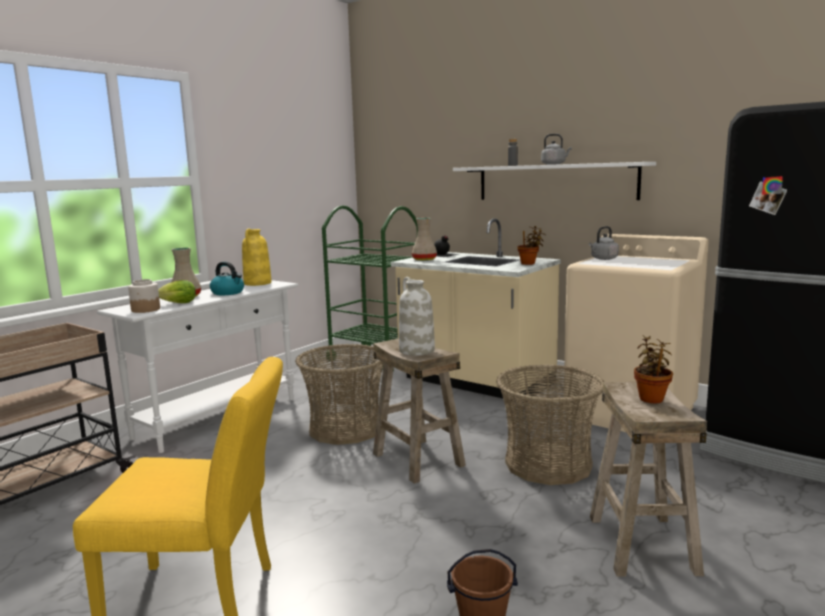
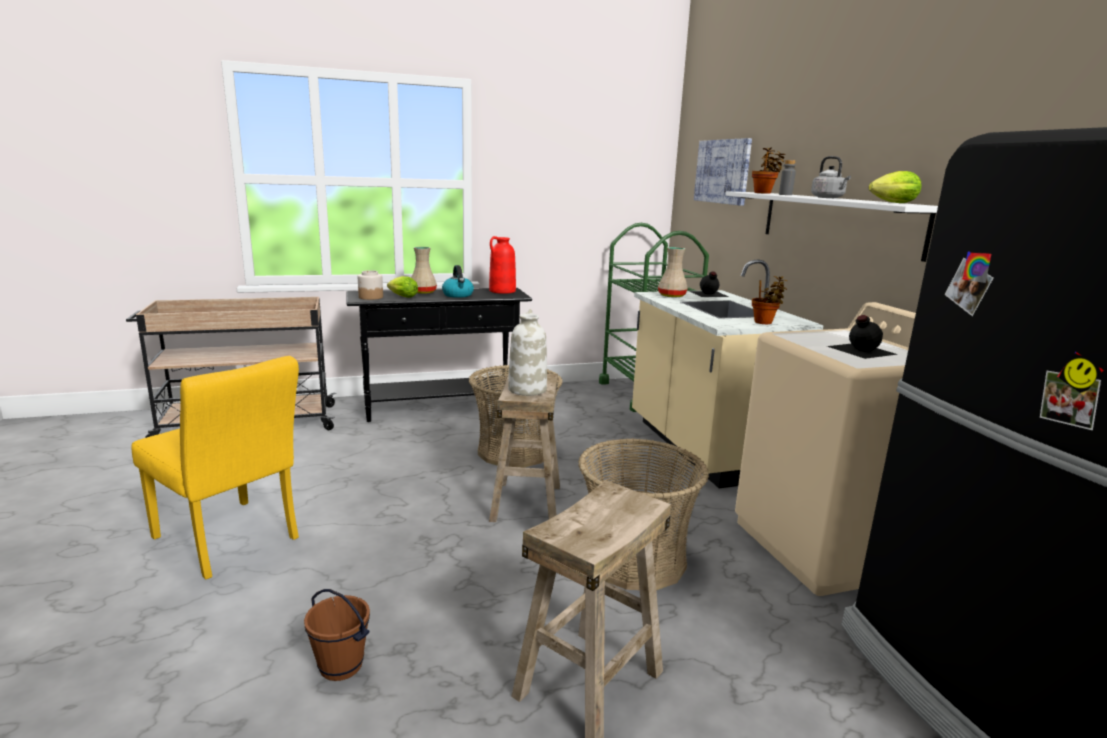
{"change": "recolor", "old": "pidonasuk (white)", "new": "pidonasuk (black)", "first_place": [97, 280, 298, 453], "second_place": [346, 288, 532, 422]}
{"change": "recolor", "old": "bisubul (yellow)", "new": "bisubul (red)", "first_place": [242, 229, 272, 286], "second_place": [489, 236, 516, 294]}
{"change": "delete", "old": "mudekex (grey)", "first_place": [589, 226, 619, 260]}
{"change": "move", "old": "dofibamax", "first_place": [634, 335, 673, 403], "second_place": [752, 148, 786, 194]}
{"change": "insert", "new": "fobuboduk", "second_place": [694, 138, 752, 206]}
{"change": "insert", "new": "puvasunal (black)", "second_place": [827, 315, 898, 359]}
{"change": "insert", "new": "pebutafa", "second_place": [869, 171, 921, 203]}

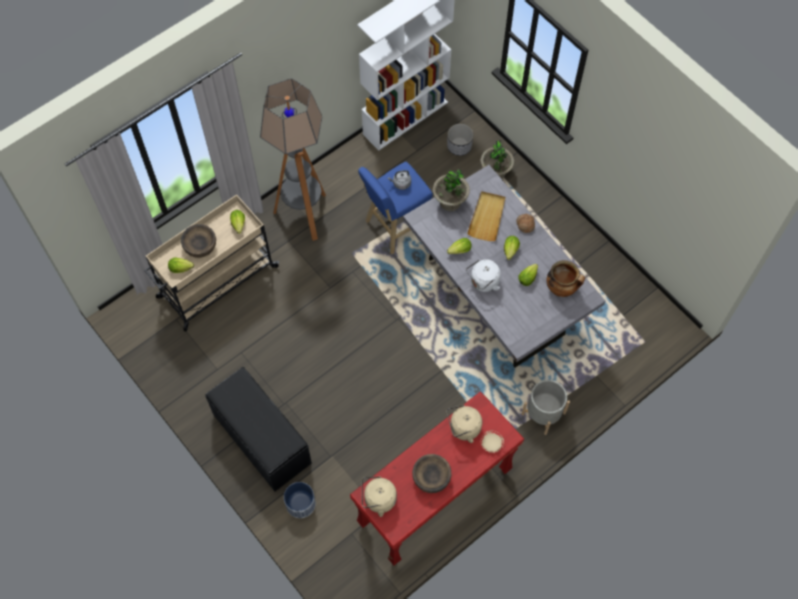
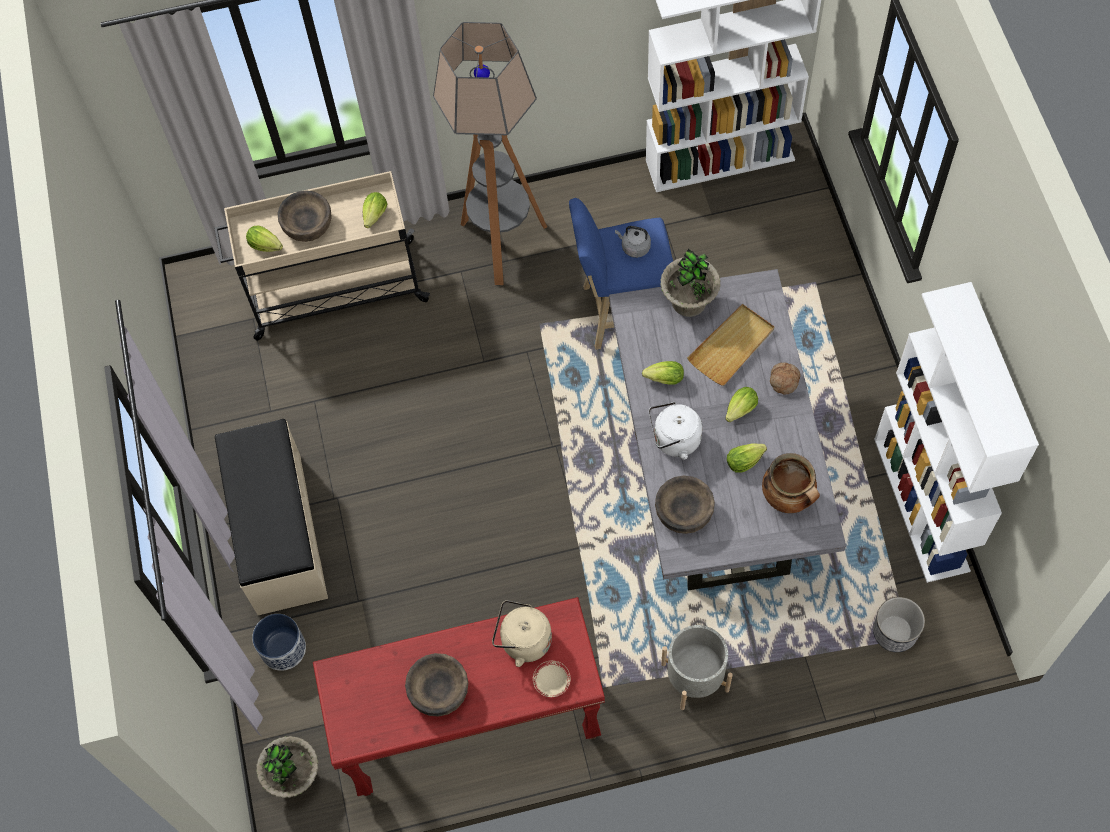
{"change": "recolor", "old": "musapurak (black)", "new": "musapurak (beige)", "first_place": [205, 367, 312, 491], "second_place": [215, 419, 328, 615]}
{"change": "delete", "old": "mudekex (beige)", "first_place": [362, 477, 397, 517]}
{"change": "move", "old": "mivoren", "first_place": [447, 123, 474, 156], "second_place": [873, 597, 925, 652]}
{"change": "move", "old": "dofibamax", "first_place": [481, 141, 514, 179], "second_place": [256, 736, 318, 798]}
{"change": "insert", "new": "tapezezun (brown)", "second_place": [655, 475, 715, 534]}
{"change": "insert", "new": "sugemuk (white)", "second_place": [874, 282, 1039, 583]}

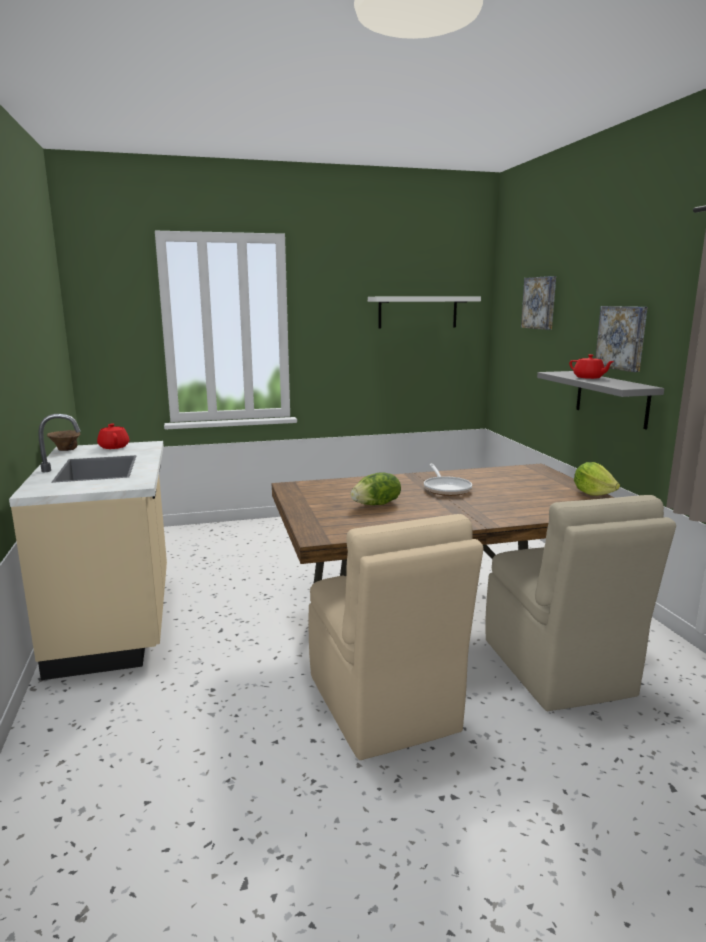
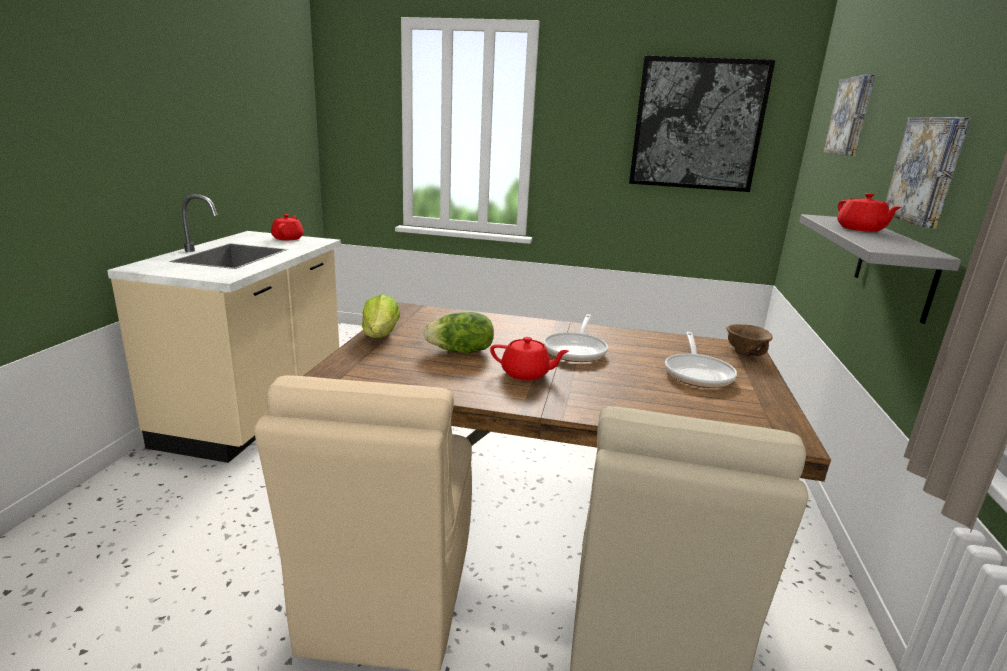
{"change": "move", "old": "tapezezun (brown)", "first_place": [47, 430, 81, 451], "second_place": [726, 324, 772, 356]}
{"change": "replace", "old": "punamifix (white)", "new": "fobuboduk", "first_place": [368, 297, 481, 328], "second_place": [629, 56, 775, 192]}
{"change": "move", "old": "pebutafa", "first_place": [574, 462, 620, 496], "second_place": [362, 294, 400, 338]}
{"change": "insert", "new": "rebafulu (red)", "second_place": [490, 337, 569, 381]}
{"change": "insert", "new": "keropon", "second_place": [665, 332, 737, 388]}

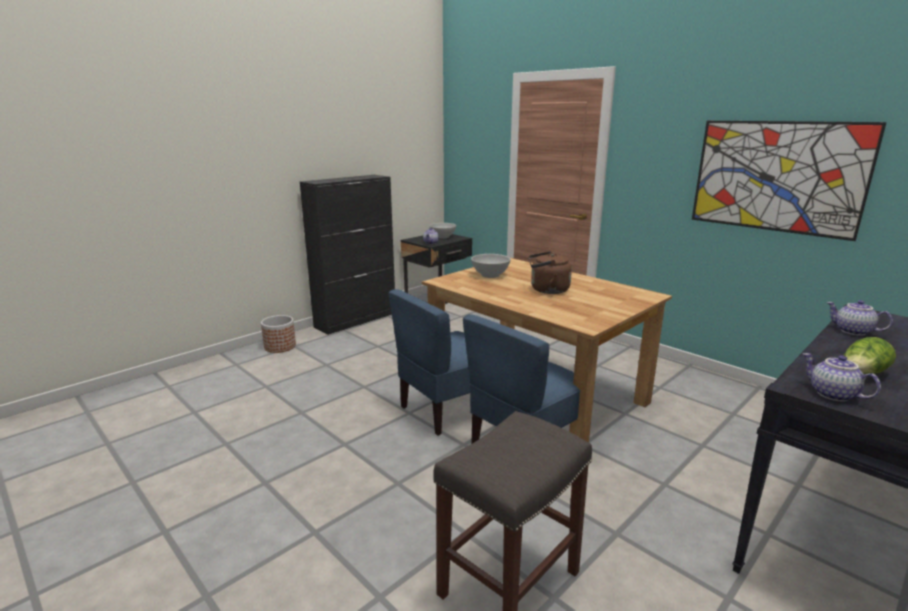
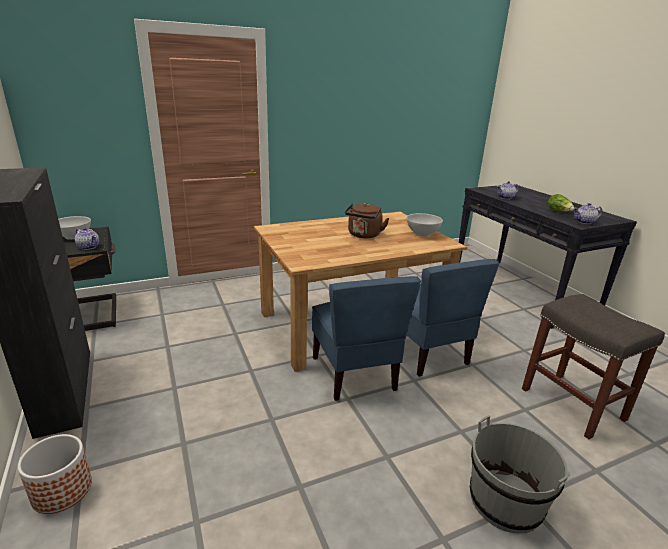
{"change": "move", "old": "tapezezun (white)", "first_place": [471, 254, 511, 278], "second_place": [406, 213, 443, 237]}
{"change": "delete", "old": "fobuboduk", "first_place": [692, 121, 887, 241]}
{"change": "insert", "new": "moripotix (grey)", "second_place": [470, 415, 571, 534]}

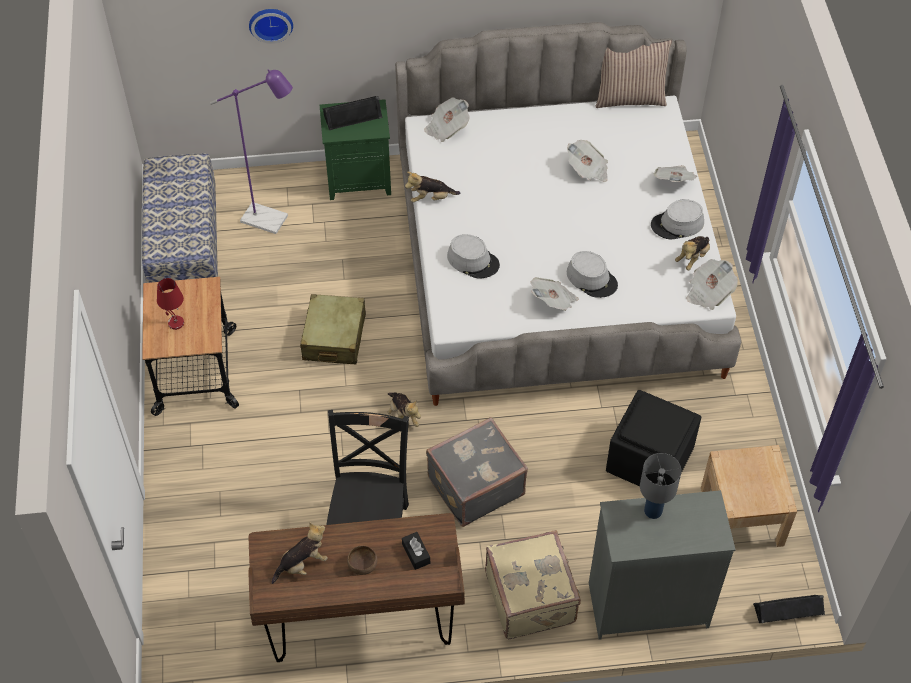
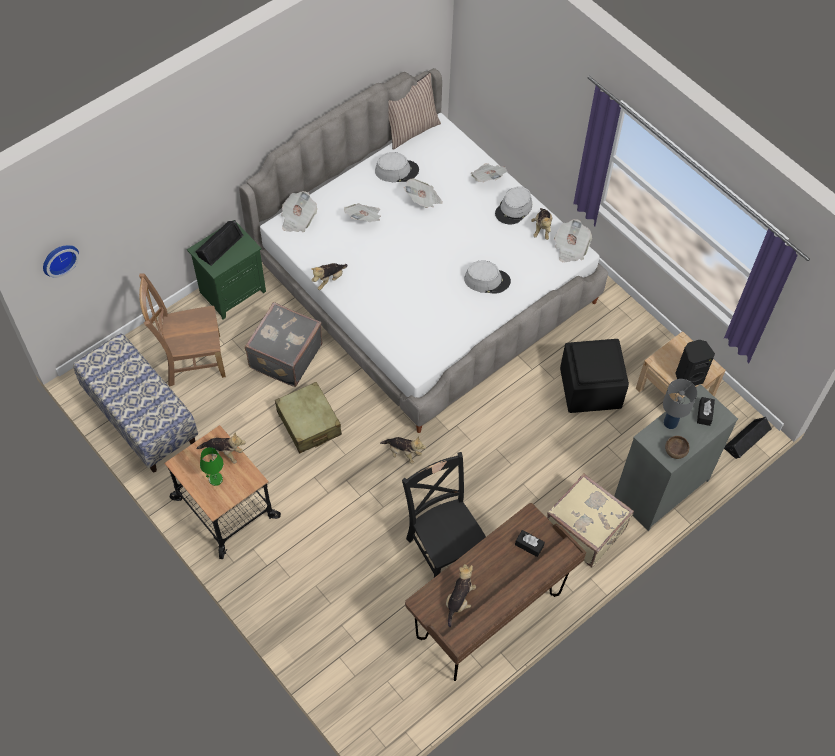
{"change": "recolor", "old": "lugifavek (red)", "new": "lugifavek (green)", "first_place": [157, 278, 184, 330], "second_place": [200, 447, 223, 486]}
{"change": "replace", "old": "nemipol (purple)", "new": "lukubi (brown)", "first_place": [210, 69, 293, 234], "second_place": [139, 273, 226, 387]}
{"change": "move", "old": "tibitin", "first_place": [249, 9, 293, 44], "second_place": [43, 245, 79, 278]}
{"change": "move", "old": "tapezezun (brown)", "first_place": [347, 546, 377, 575], "second_place": [665, 436, 689, 459]}
{"change": "move", "old": "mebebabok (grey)", "first_place": [426, 417, 528, 527], "second_place": [245, 302, 322, 387]}
{"change": "move", "old": "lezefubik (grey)", "first_place": [447, 234, 500, 279], "second_place": [375, 152, 419, 182]}
{"change": "move", "old": "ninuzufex", "first_place": [530, 277, 579, 311], "second_place": [344, 203, 381, 222]}
{"change": "insert", "new": "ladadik", "second_place": [196, 432, 246, 463]}
{"change": "insert", "new": "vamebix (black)", "second_place": [675, 340, 715, 386]}
{"change": "insert", "new": "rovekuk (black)", "second_place": [697, 397, 715, 426]}

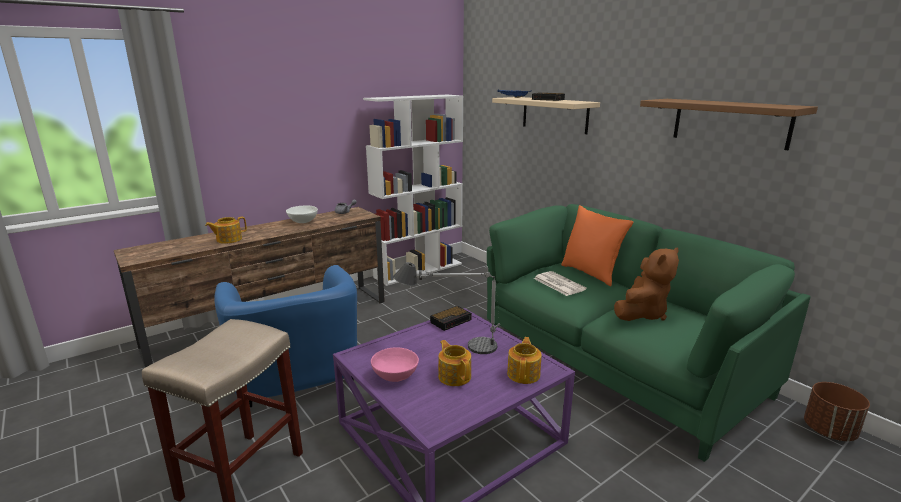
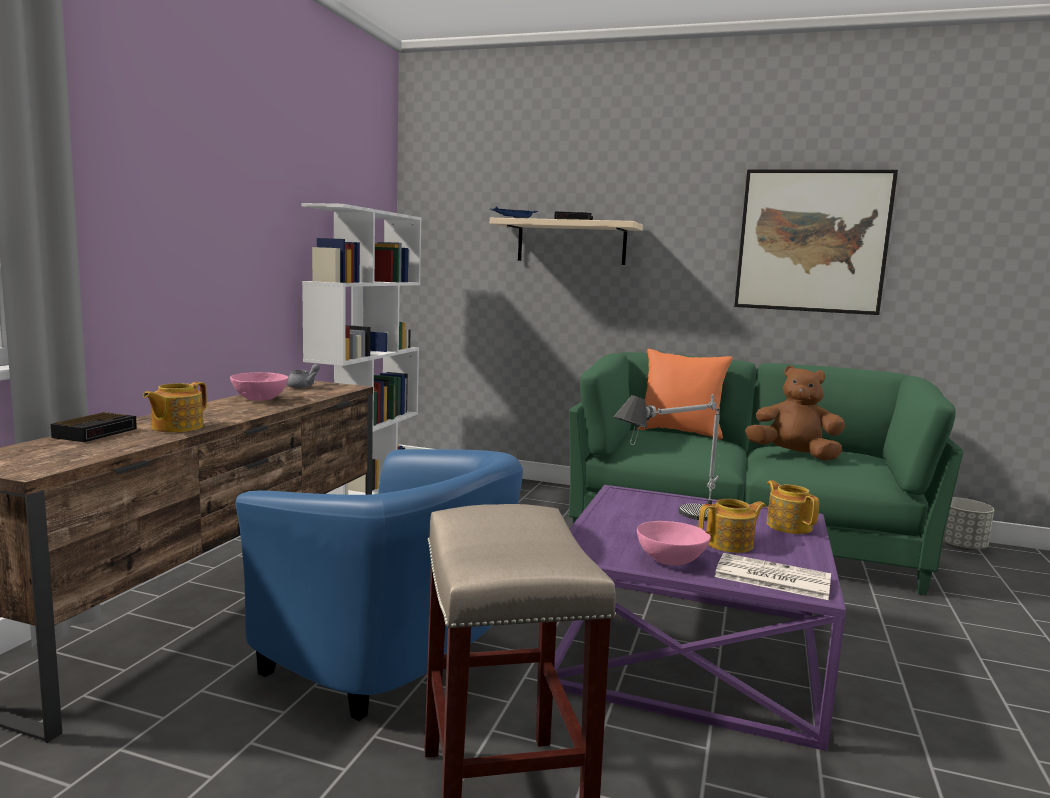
{"change": "recolor", "old": "tapezezun (white)", "new": "tapezezun (pink)", "first_place": [286, 205, 318, 223], "second_place": [230, 372, 288, 401]}
{"change": "move", "old": "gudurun", "first_place": [430, 306, 472, 331], "second_place": [51, 412, 137, 442]}
{"change": "rotate", "old": "rebafulu", "first_place": [438, 340, 471, 386], "second_place": [699, 499, 766, 553], "degrees": 135}
{"change": "move", "old": "ninuzufex", "first_place": [534, 271, 587, 296], "second_place": [714, 553, 831, 600]}
{"change": "rotate", "old": "ladadik (brown)", "first_place": [614, 247, 679, 321], "second_place": [745, 365, 845, 460], "degrees": -75}
{"change": "replace", "old": "punamifix (brown)", "new": "fobuboduk", "first_place": [640, 99, 818, 150], "second_place": [734, 169, 898, 315]}
{"change": "recolor", "old": "mivoren (brown)", "new": "mivoren (grey)", "first_place": [804, 382, 870, 441], "second_place": [943, 497, 994, 551]}

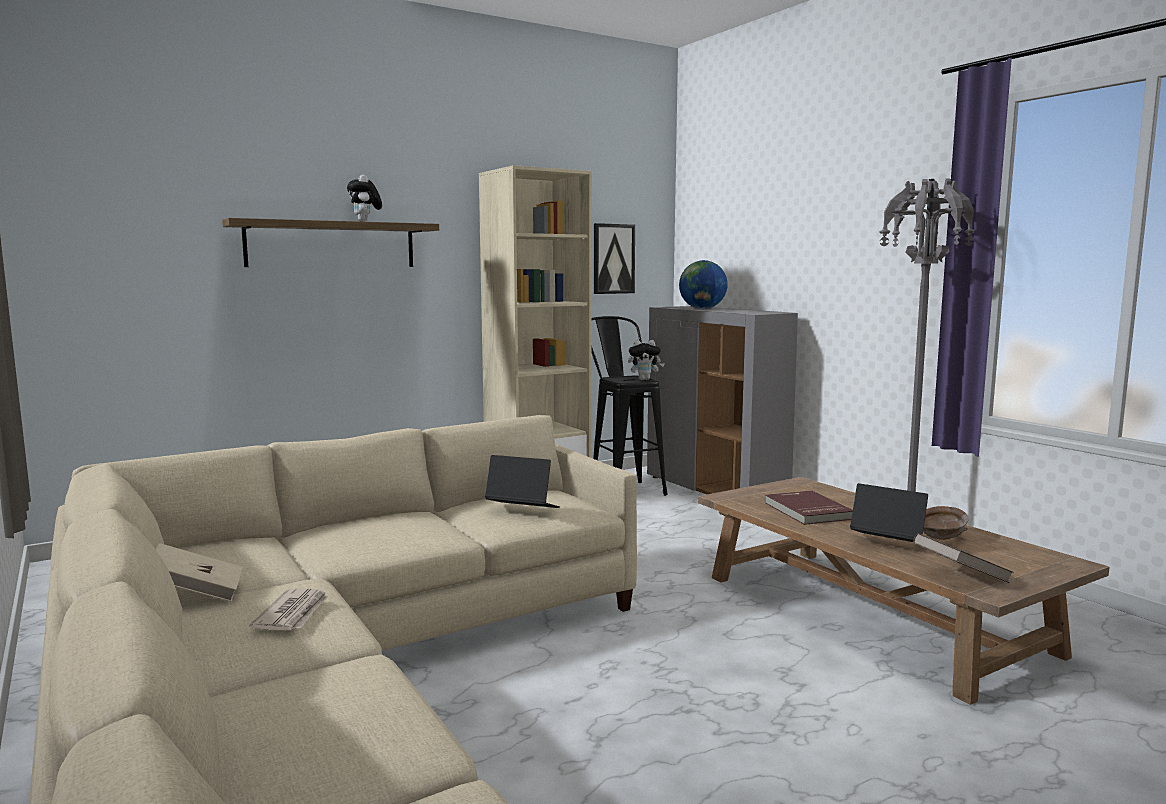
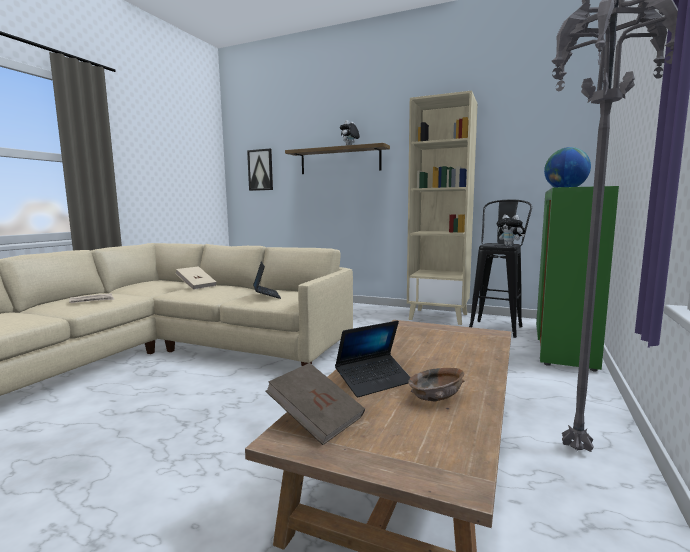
{"change": "move", "old": "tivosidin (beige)", "first_place": [155, 543, 243, 602], "second_place": [175, 266, 217, 290]}
{"change": "move", "old": "fobuboduk", "first_place": [594, 223, 635, 294], "second_place": [247, 149, 273, 191]}
{"change": "recolor", "old": "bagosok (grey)", "new": "bagosok (green)", "first_place": [647, 306, 798, 495], "second_place": [536, 186, 619, 372]}
{"change": "delete", "old": "tivosidin (red)", "first_place": [765, 491, 853, 525]}
{"change": "rotate", "old": "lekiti", "first_place": [850, 483, 928, 542], "second_place": [335, 321, 411, 397], "degrees": 60}

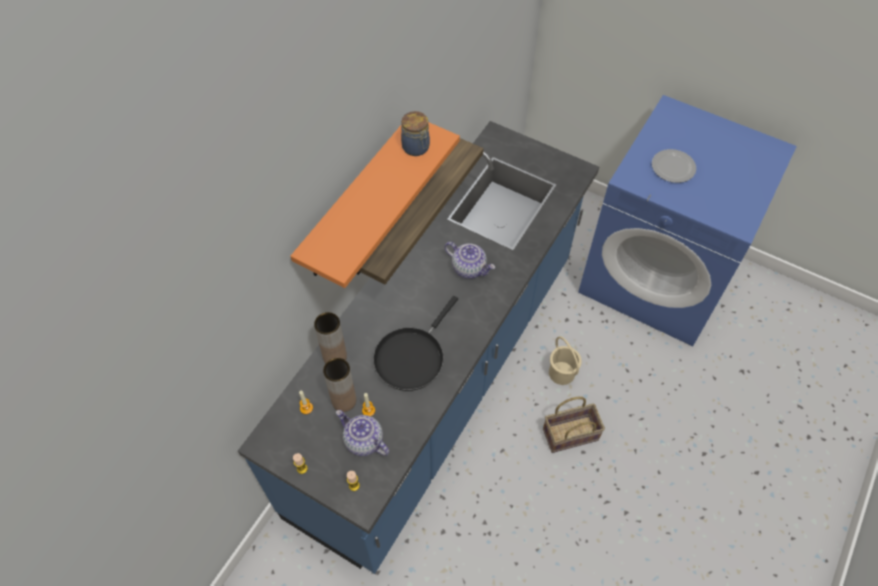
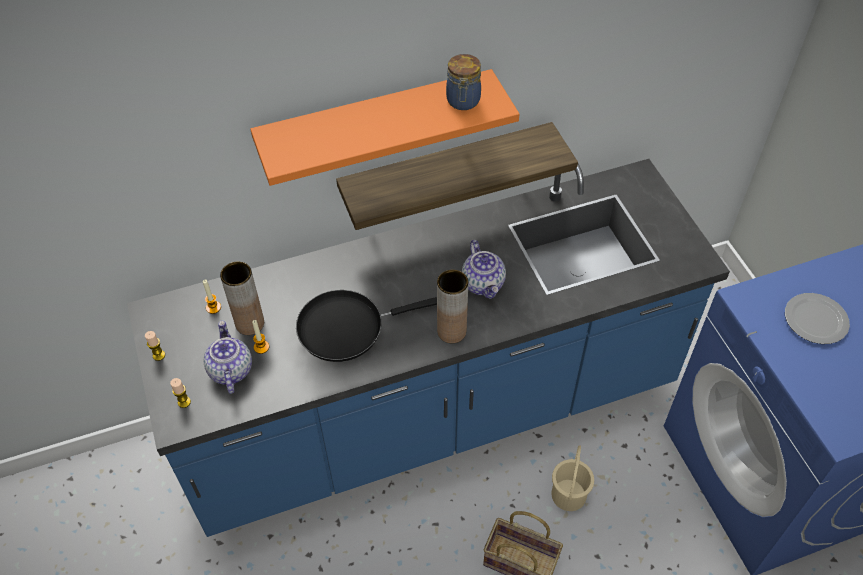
{"change": "move", "old": "bisubul (brown)", "first_place": [314, 312, 347, 364], "second_place": [437, 270, 468, 343]}

